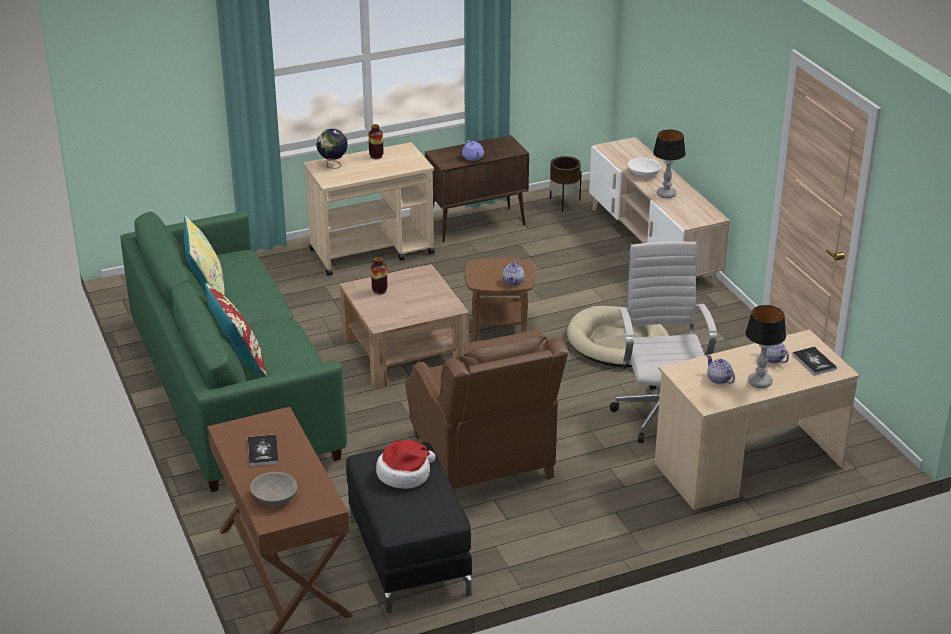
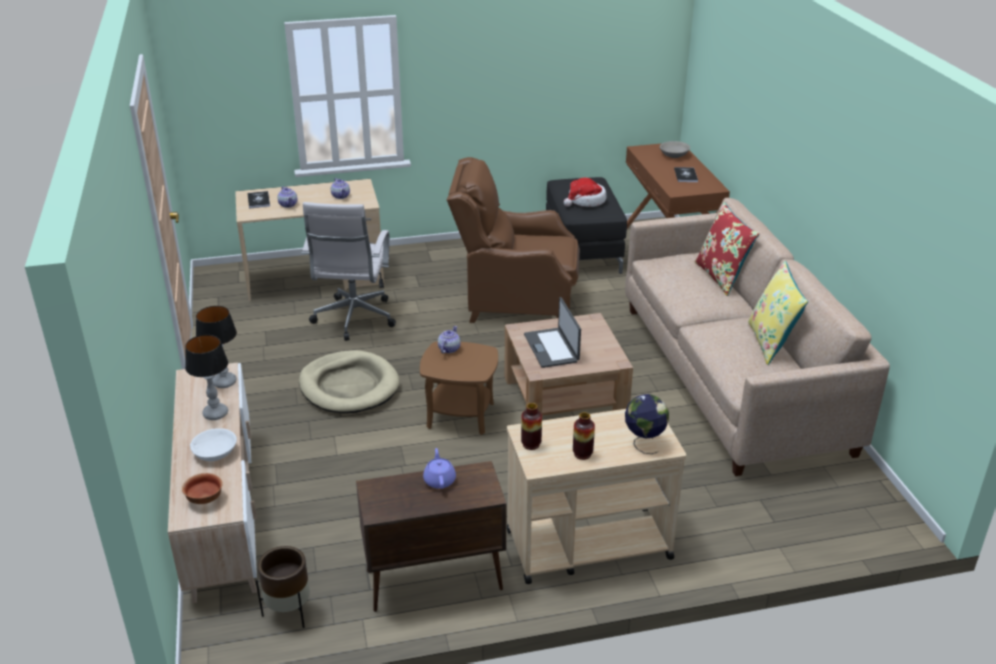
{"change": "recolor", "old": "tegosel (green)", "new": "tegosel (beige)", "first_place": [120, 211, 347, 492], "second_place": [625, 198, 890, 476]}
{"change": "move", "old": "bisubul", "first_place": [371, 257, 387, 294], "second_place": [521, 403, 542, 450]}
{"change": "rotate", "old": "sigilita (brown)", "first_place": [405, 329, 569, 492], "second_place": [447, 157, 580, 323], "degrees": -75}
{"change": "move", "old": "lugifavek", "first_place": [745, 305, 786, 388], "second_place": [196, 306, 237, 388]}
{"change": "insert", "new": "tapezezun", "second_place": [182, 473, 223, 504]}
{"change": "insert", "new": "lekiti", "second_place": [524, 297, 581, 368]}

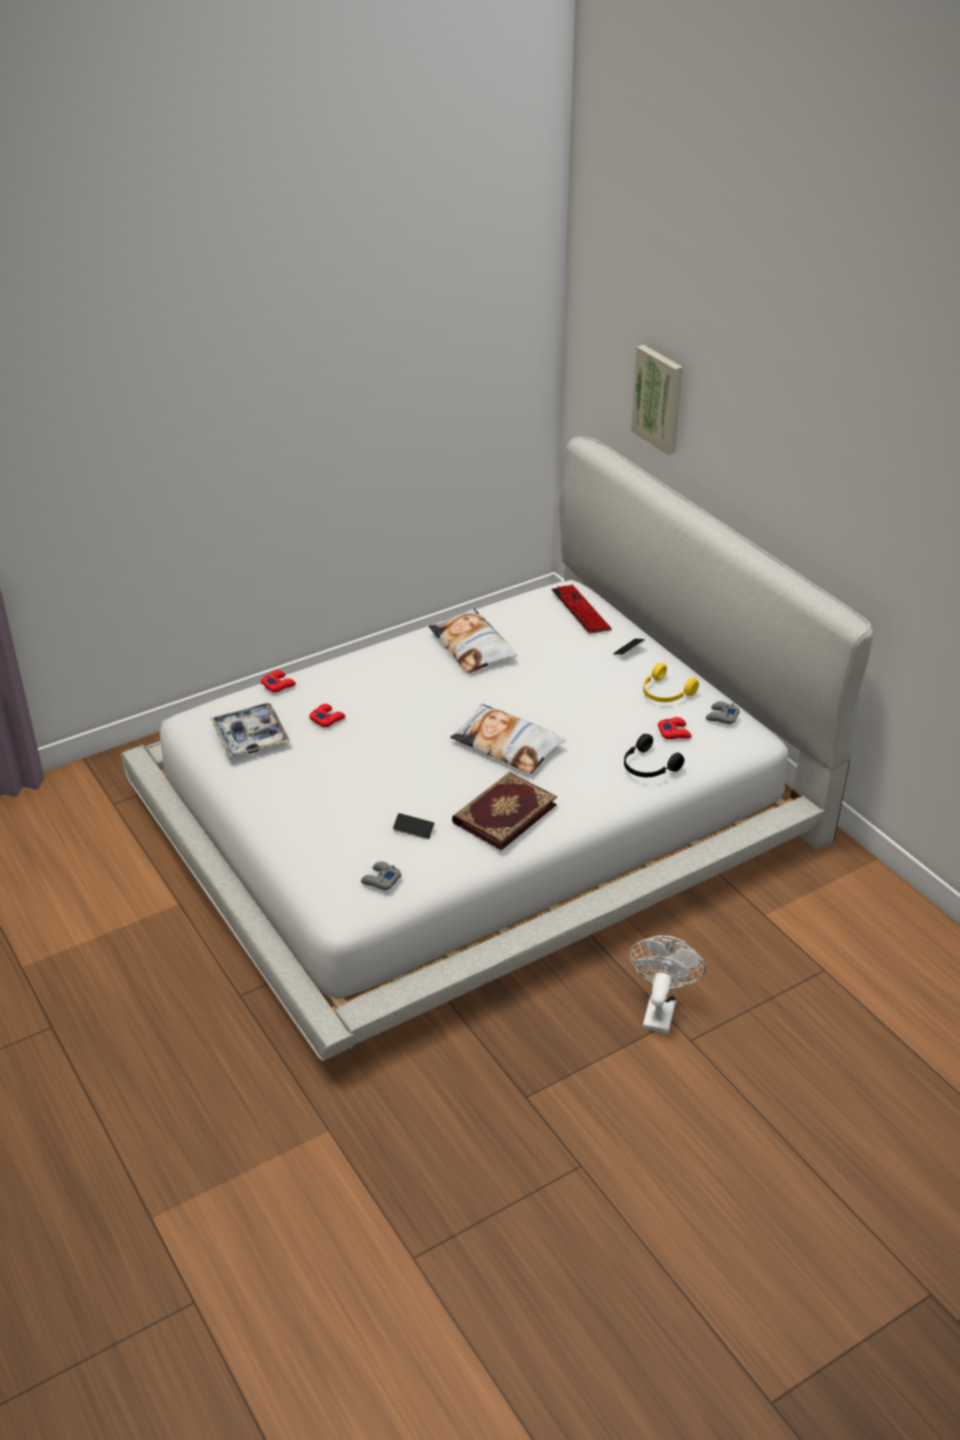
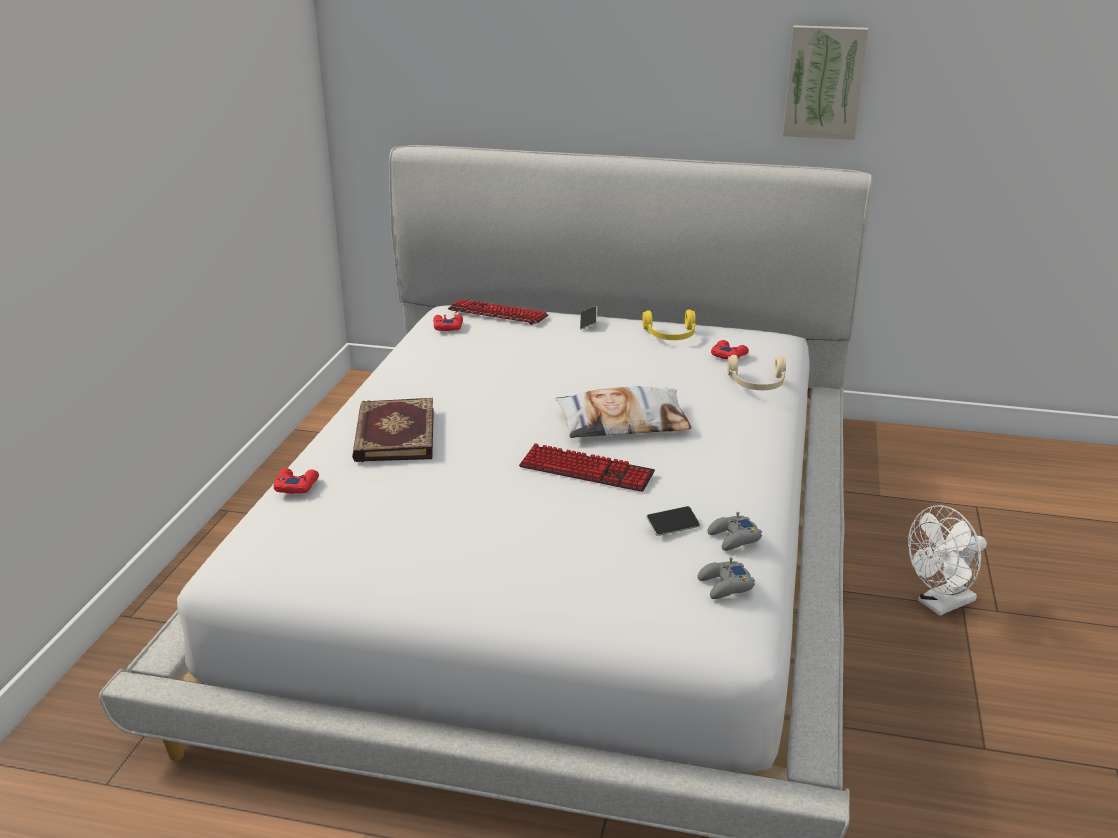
{"change": "delete", "old": "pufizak", "first_place": [210, 703, 290, 756]}
{"change": "move", "old": "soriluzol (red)", "first_place": [309, 704, 345, 727], "second_place": [433, 314, 463, 331]}
{"change": "delete", "old": "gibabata", "first_place": [428, 608, 517, 673]}
{"change": "move", "old": "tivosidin", "first_place": [452, 772, 557, 850], "second_place": [352, 398, 434, 462]}
{"change": "recolor", "old": "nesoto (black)", "new": "nesoto (beige)", "first_place": [624, 734, 685, 777], "second_place": [727, 355, 786, 390]}
{"change": "rotate", "old": "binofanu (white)", "first_place": [629, 936, 706, 1034], "second_place": [908, 505, 987, 616], "degrees": -90}
{"change": "move", "old": "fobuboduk", "first_place": [631, 345, 683, 455], "second_place": [783, 25, 869, 140]}
{"change": "move", "old": "soriluzol (grey)", "first_place": [706, 701, 740, 724], "second_place": [707, 512, 762, 551]}
{"change": "insert", "new": "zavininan", "second_place": [519, 443, 655, 492]}

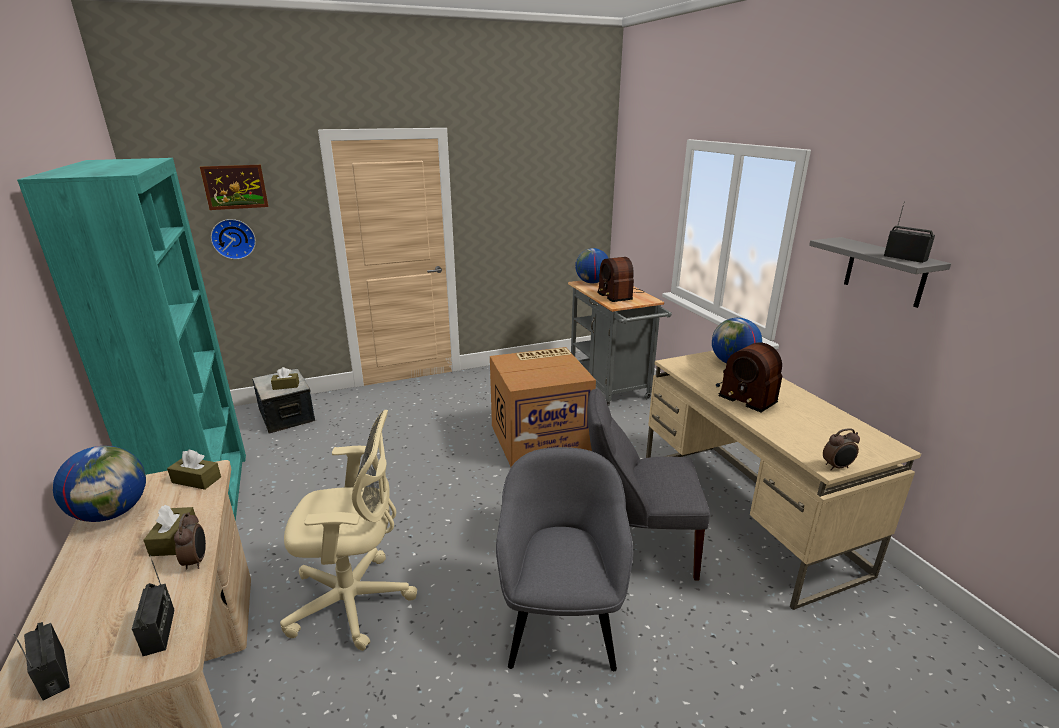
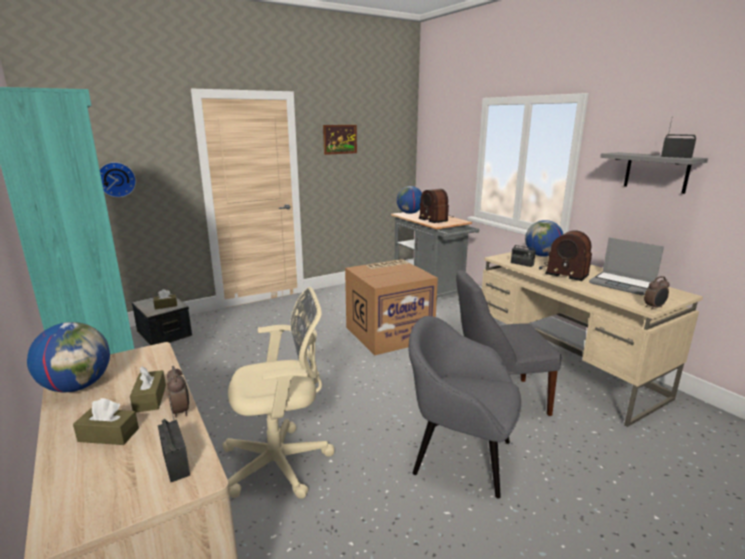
{"change": "move", "old": "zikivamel", "first_place": [14, 622, 70, 701], "second_place": [511, 239, 536, 267]}
{"change": "move", "old": "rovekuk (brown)", "first_place": [167, 450, 221, 490], "second_place": [73, 398, 139, 445]}
{"change": "move", "old": "fobuboduk", "first_place": [200, 165, 269, 210], "second_place": [323, 125, 357, 155]}
{"change": "rotate", "old": "sigilita (grey)", "first_place": [496, 447, 633, 671], "second_place": [408, 316, 521, 499], "degrees": -60}
{"change": "insert", "new": "lekiti", "second_place": [589, 238, 664, 295]}

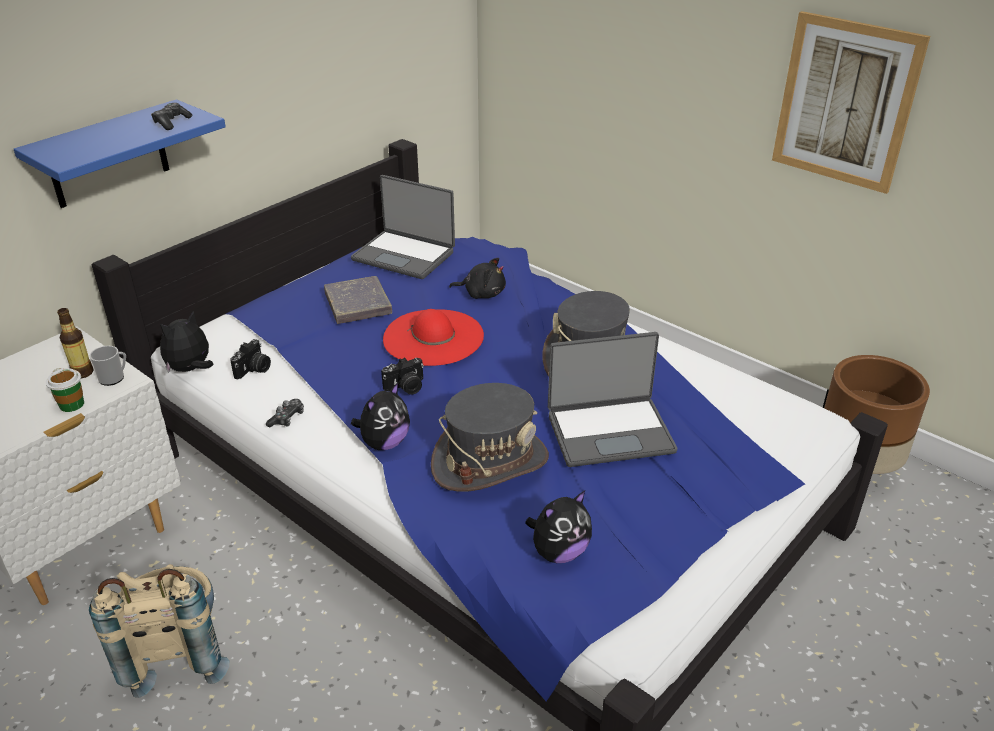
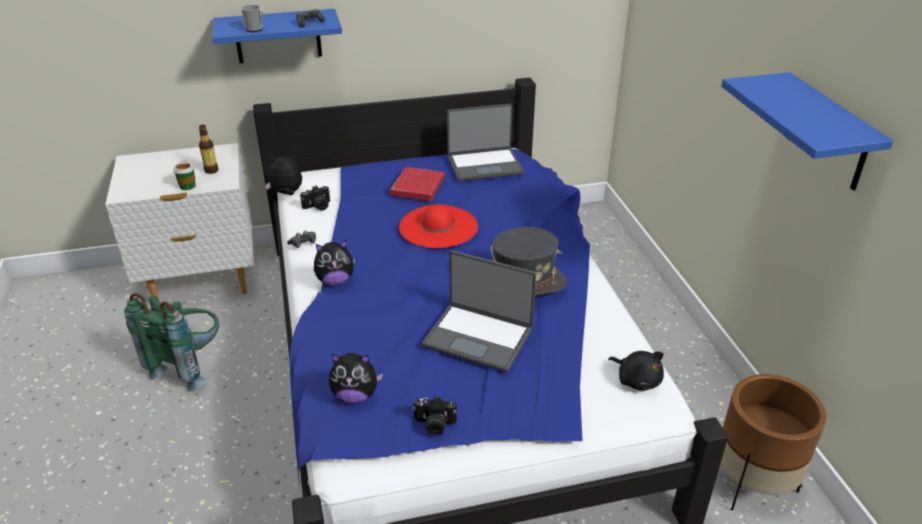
{"change": "recolor", "old": "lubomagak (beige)", "new": "lubomagak (green)", "first_place": [89, 564, 230, 698], "second_place": [124, 293, 220, 391]}
{"change": "move", "old": "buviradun", "first_place": [90, 346, 126, 386], "second_place": [241, 5, 264, 32]}
{"change": "recolor", "old": "tivosidin (grey)", "new": "tivosidin (red)", "first_place": [324, 276, 392, 324], "second_place": [390, 167, 445, 201]}
{"change": "rotate", "old": "lekiti", "first_place": [351, 175, 455, 279], "second_place": [447, 104, 524, 182], "degrees": -75}
{"change": "move", "old": "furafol", "first_place": [381, 357, 424, 395], "second_place": [413, 397, 457, 436]}
{"change": "delete", "old": "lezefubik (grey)", "first_place": [431, 383, 549, 492]}
{"change": "move", "old": "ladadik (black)", "first_place": [449, 258, 506, 299], "second_place": [608, 351, 664, 391]}
{"change": "replace", "old": "fobuboduk", "new": "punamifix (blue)", "first_place": [772, 11, 930, 194], "second_place": [721, 72, 893, 191]}

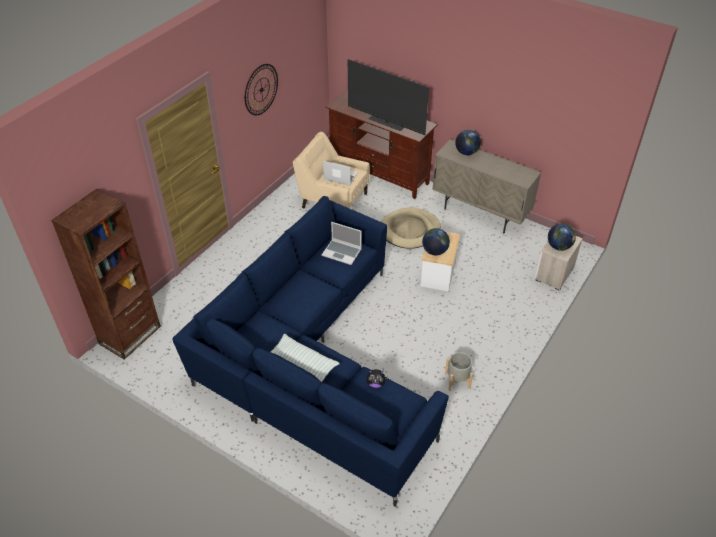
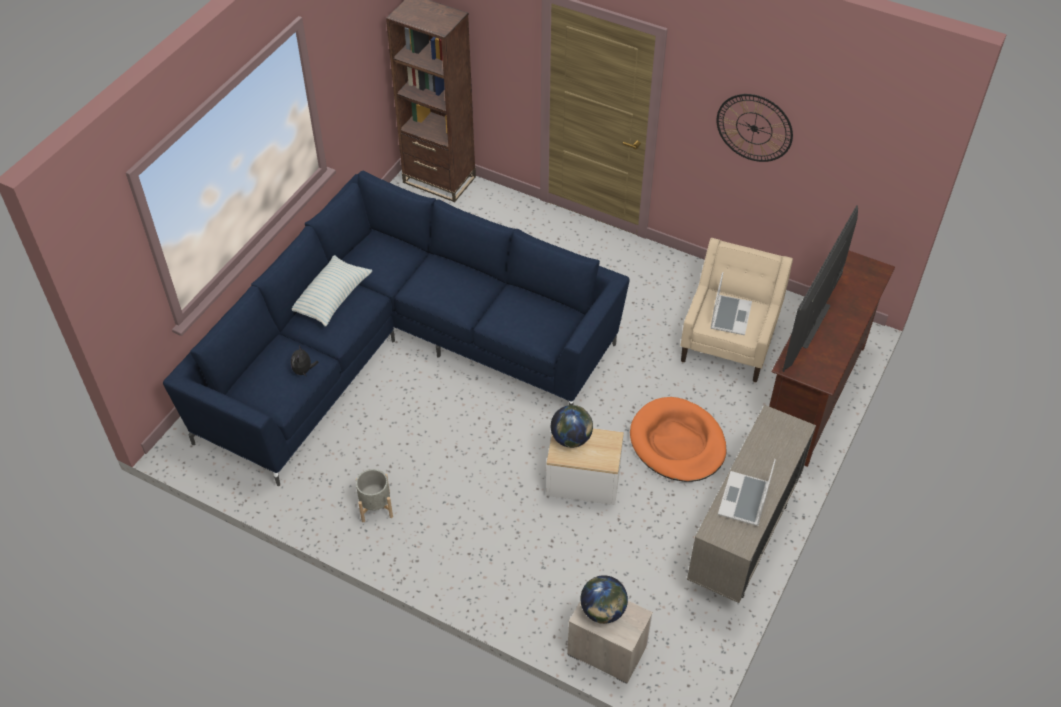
{"change": "move", "old": "lekiti", "first_place": [322, 222, 361, 265], "second_place": [718, 459, 776, 526]}
{"change": "recolor", "old": "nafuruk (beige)", "new": "nafuruk (orange)", "first_place": [381, 208, 441, 249], "second_place": [630, 397, 727, 482]}
{"change": "delete", "old": "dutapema", "first_place": [455, 130, 481, 155]}

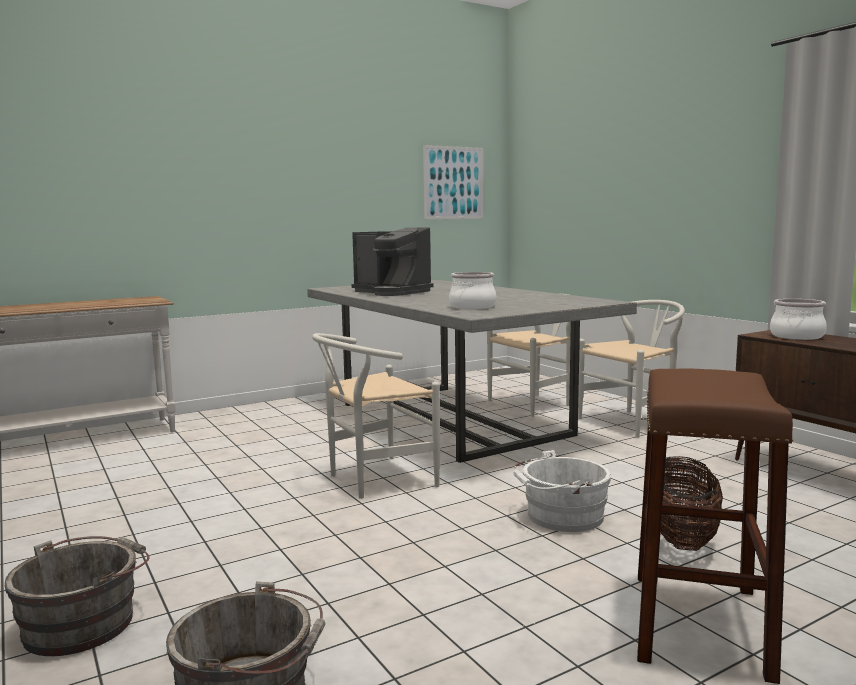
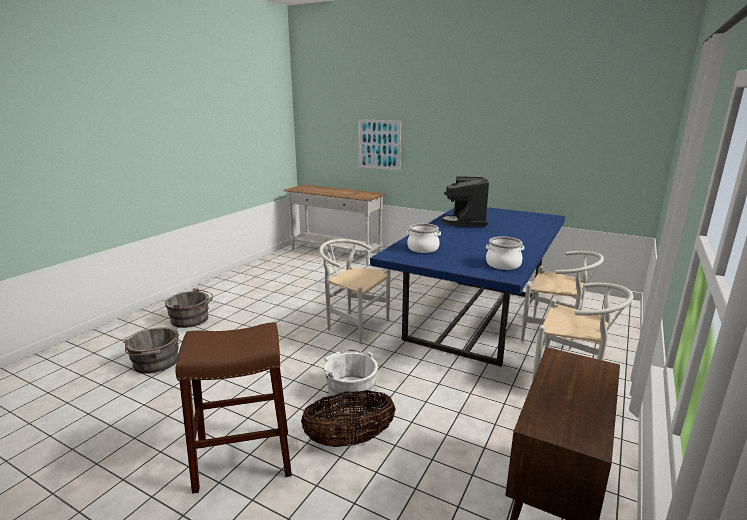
{"change": "recolor", "old": "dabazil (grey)", "new": "dabazil (blue)", "first_place": [307, 280, 637, 463], "second_place": [370, 207, 565, 367]}
{"change": "move", "old": "fobuboduk", "first_place": [423, 145, 483, 219], "second_place": [358, 119, 401, 171]}
{"change": "move", "old": "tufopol", "first_place": [770, 299, 827, 340], "second_place": [486, 236, 525, 270]}

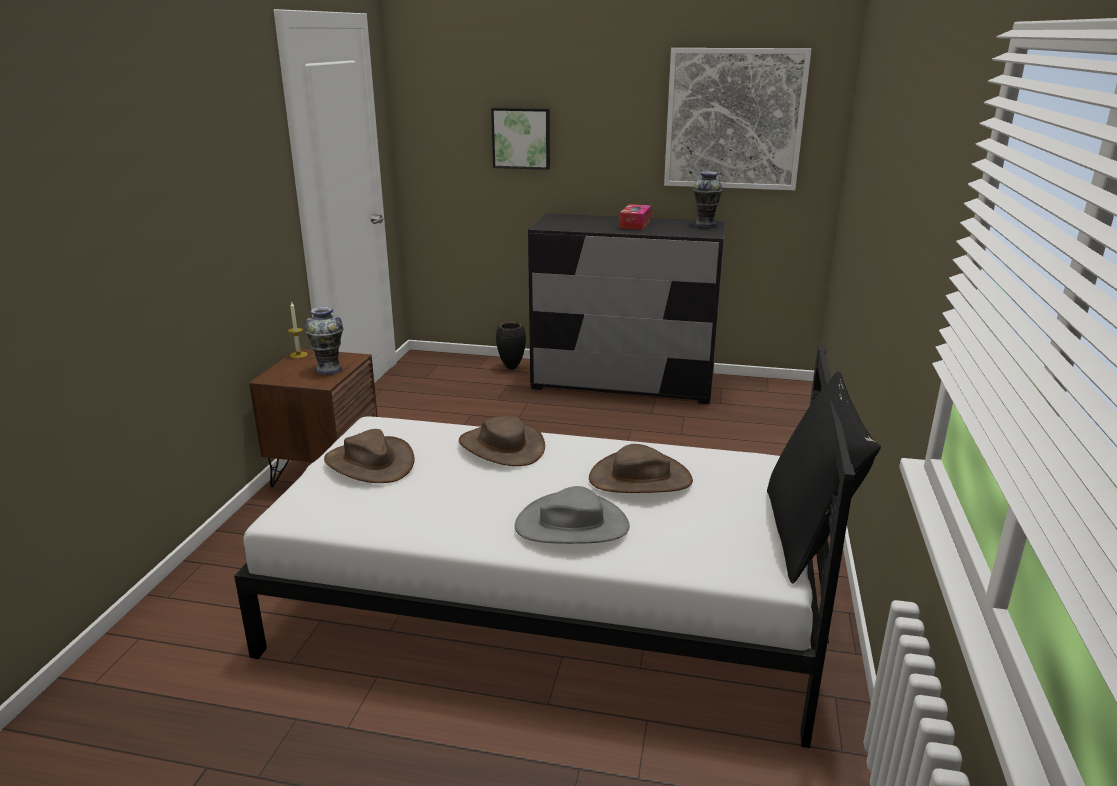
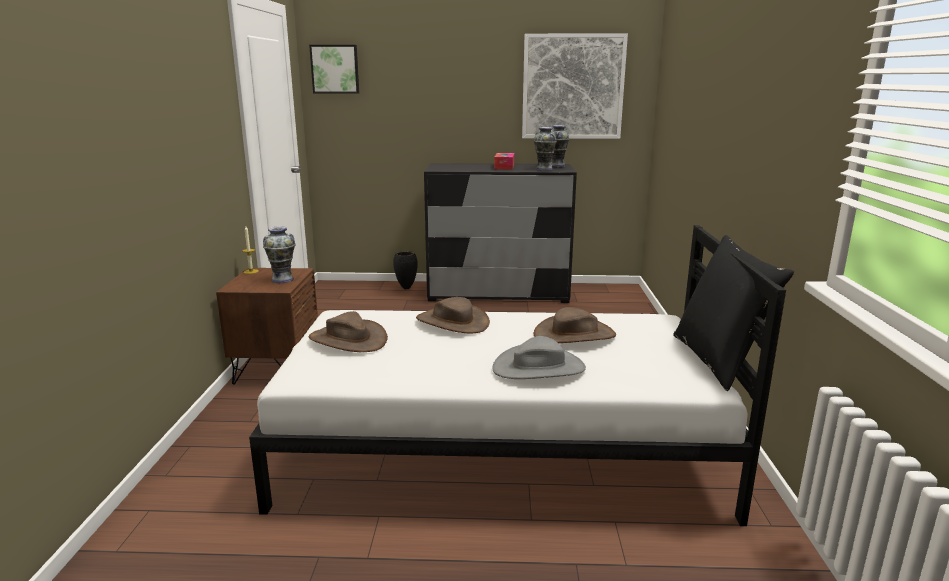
{"change": "move", "old": "fobuboduk", "first_place": [491, 108, 550, 170], "second_place": [309, 45, 359, 93]}
{"change": "insert", "new": "bisubul", "second_place": [534, 127, 557, 171]}

